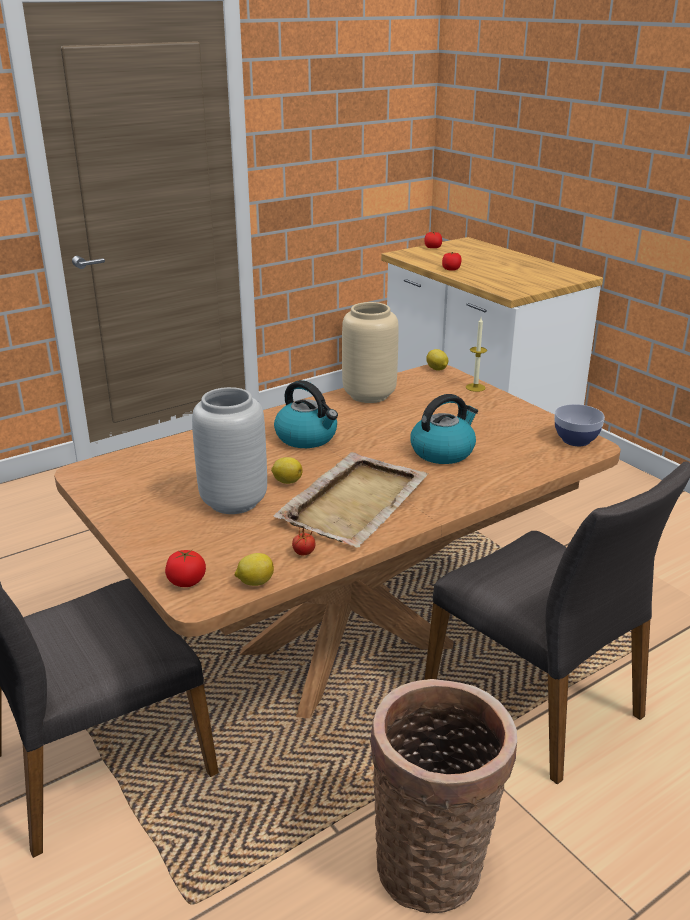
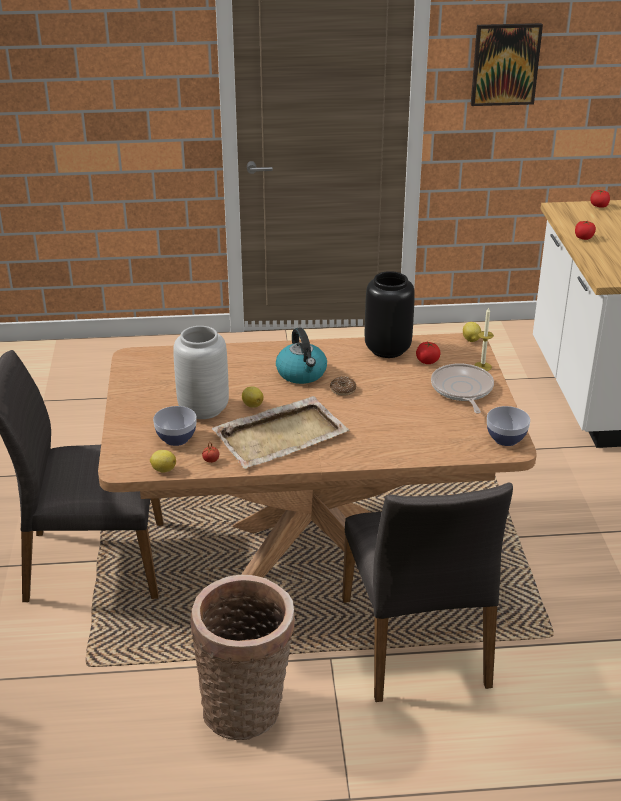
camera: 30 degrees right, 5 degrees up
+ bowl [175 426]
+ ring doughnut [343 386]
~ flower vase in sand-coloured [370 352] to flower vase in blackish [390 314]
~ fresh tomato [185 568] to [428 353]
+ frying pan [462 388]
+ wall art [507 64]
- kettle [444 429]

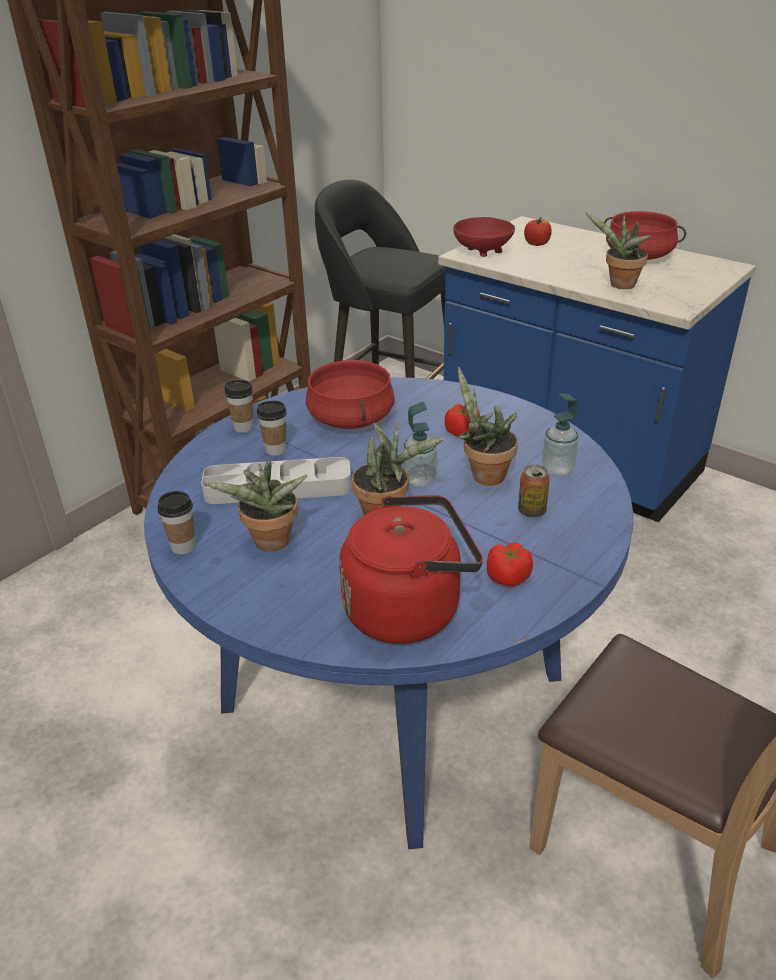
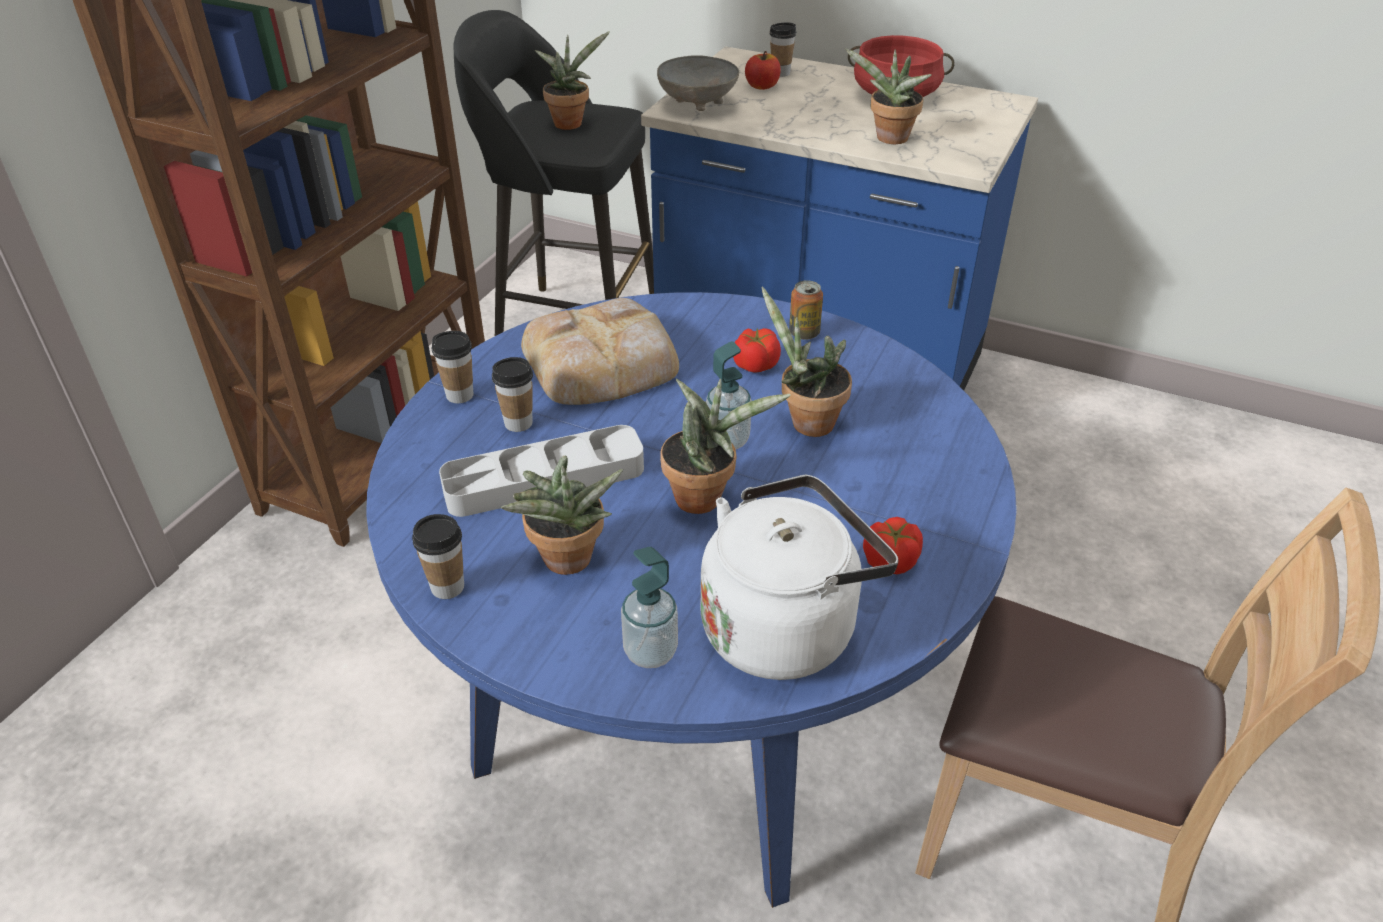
camera: 15 degrees left, 5 degrees up
~ cooking pot in red [350 394] to bakery bread [600 351]
+ plant in a pot [572 80]
~ soap dispenser [560 434] to [649 607]
~ bowl in red [484 237] to bowl in gray [698 83]
~ kettle in red [411 569] to kettle in white [799 577]
+ small cup [783 49]
~ metal can [534 490] to [806 310]

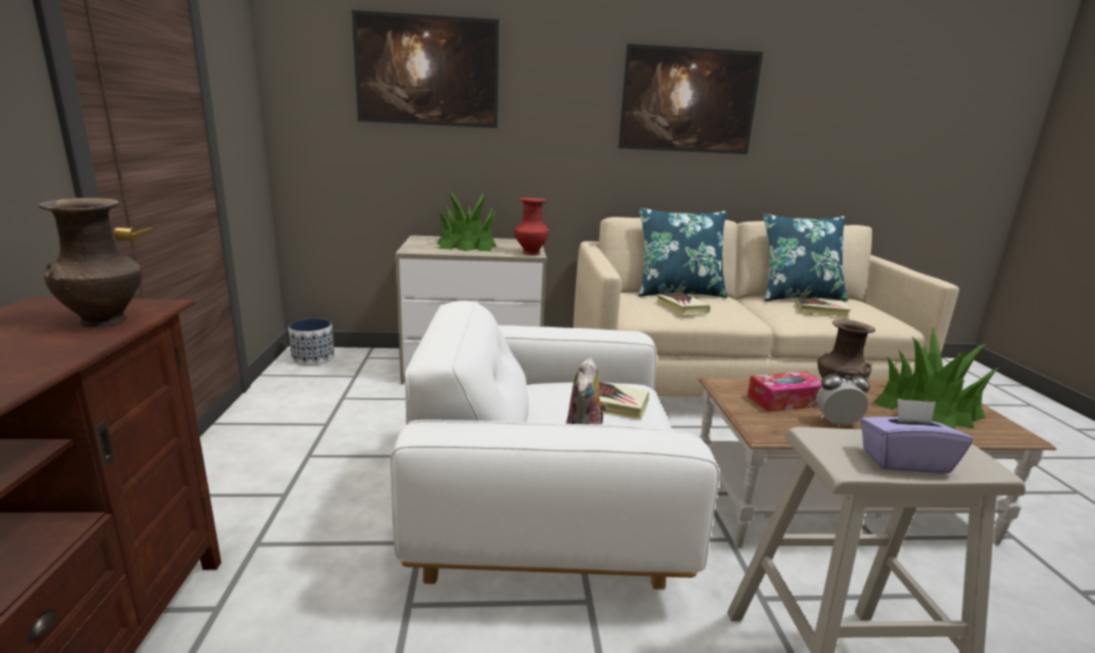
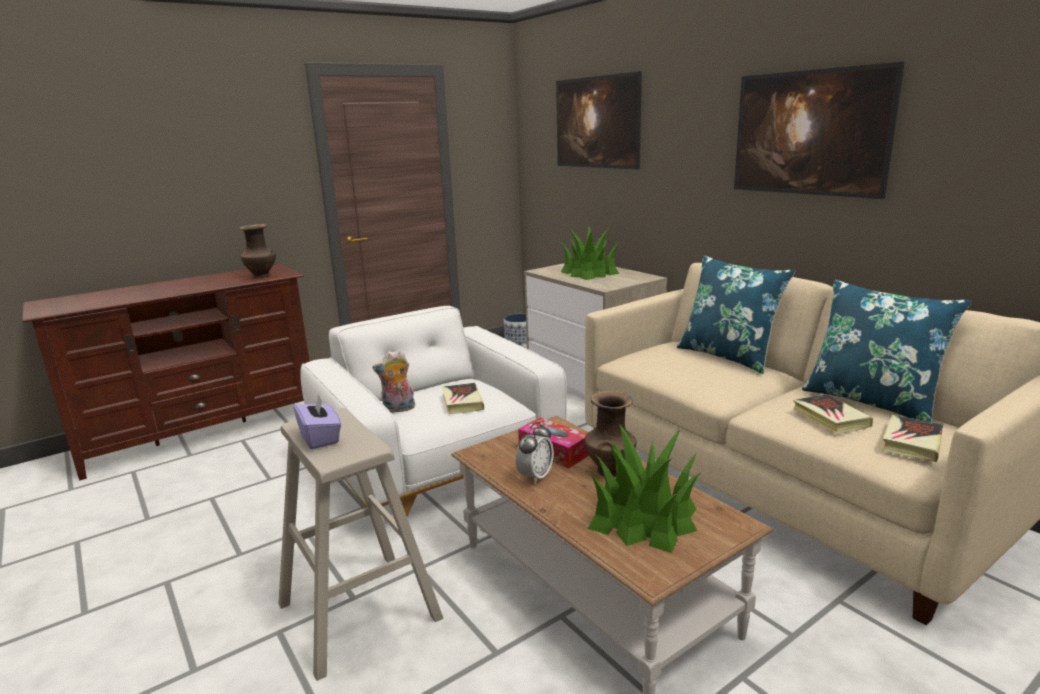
camera: 60 degrees right, 0 degrees up
~ table clock [843 397] = [535 453] 60 degrees clockwise
~ volume [683 303] to [912 438]
- flower vase in red [531 226]

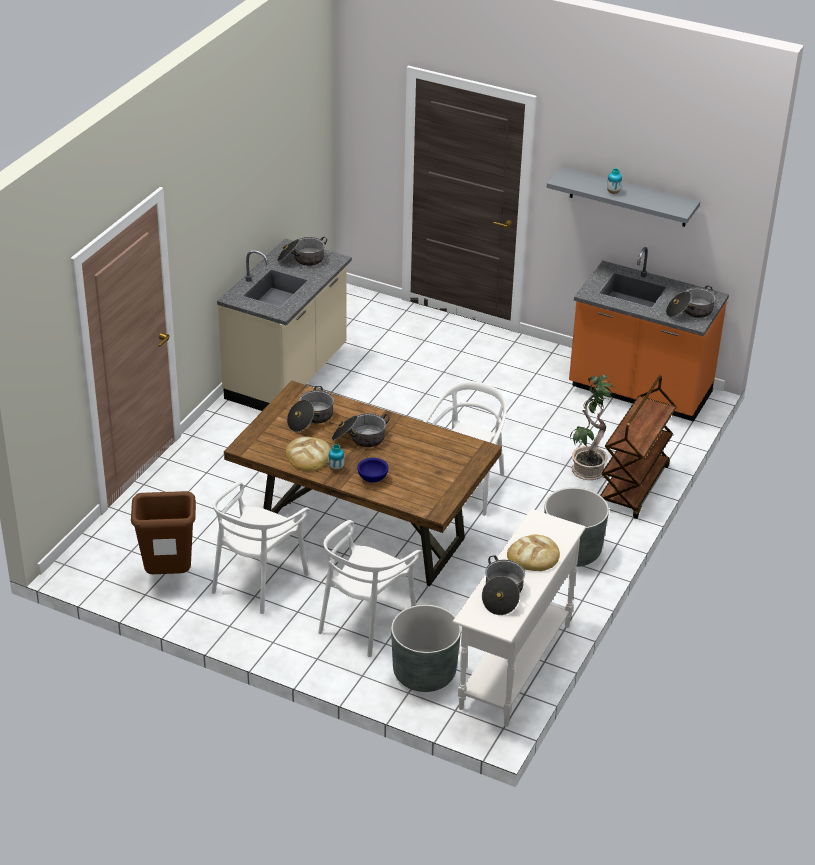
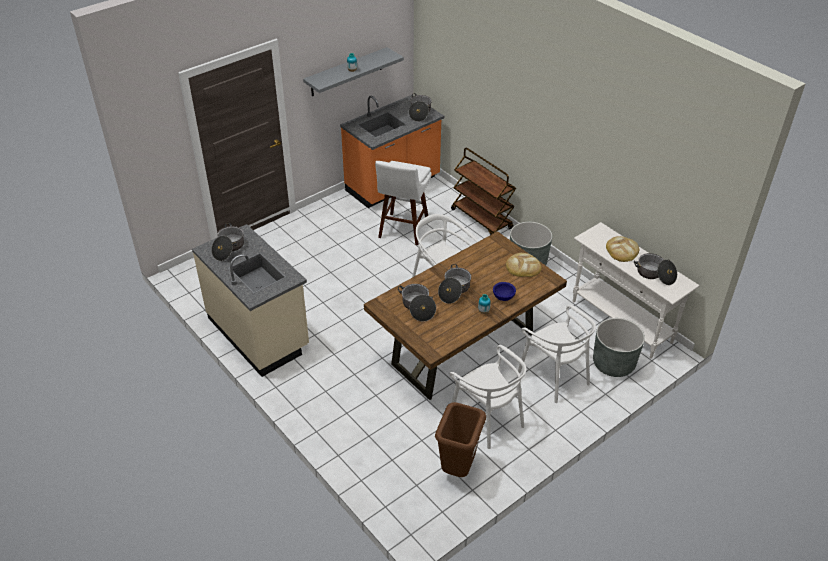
camera: 65 degrees left, 5 degrees up
+ sitting stool in white [403 203]
~ bakery bread [308 454] to [524 265]
- plant in a pot [592 427]

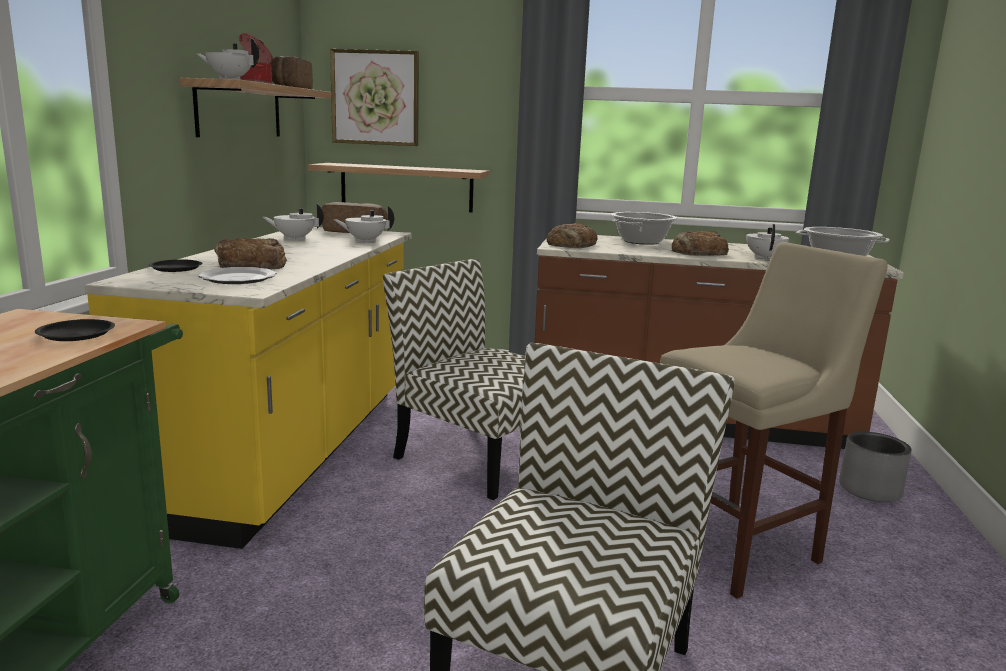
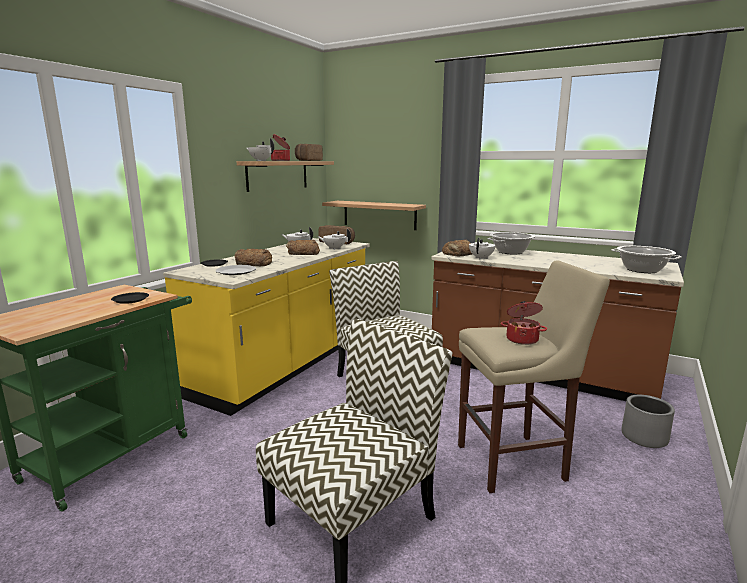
camera: 20 degrees right, 0 degrees up
~ bakery bread [700 243] to [303 247]
~ teapot in white [767 241] to [482 248]
+ cooking pot [524 323]
- wall art [374 97]

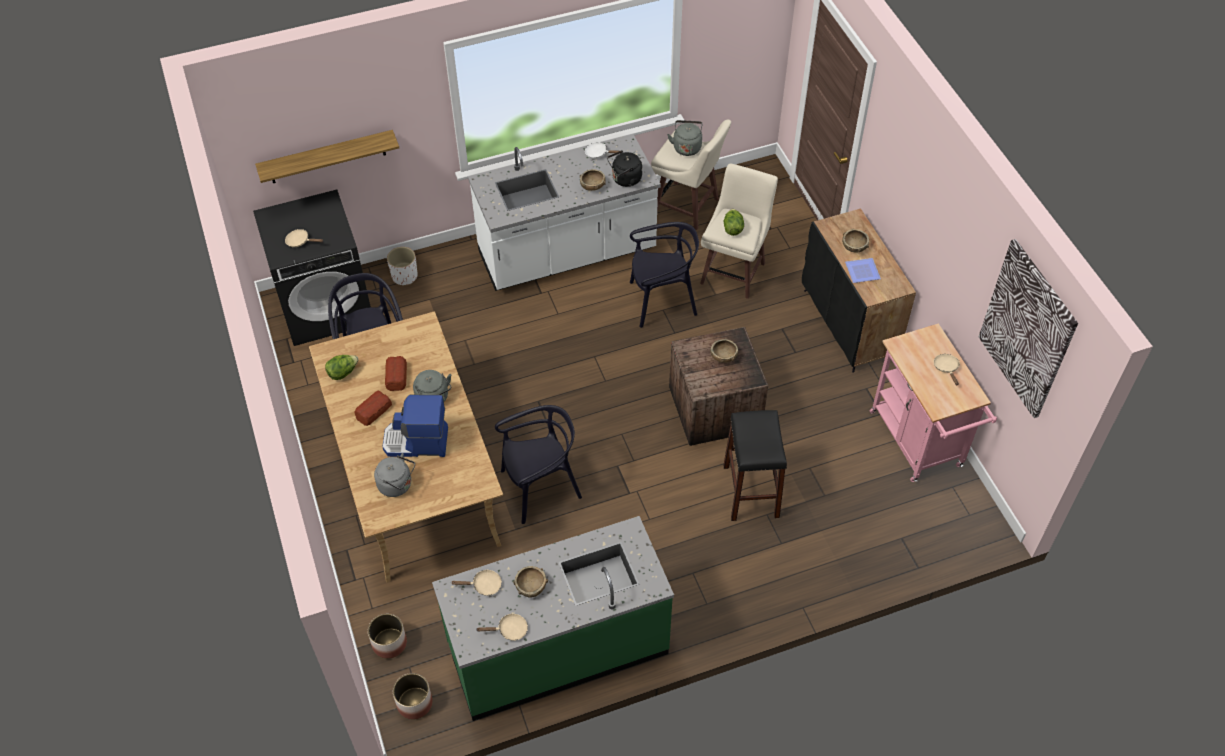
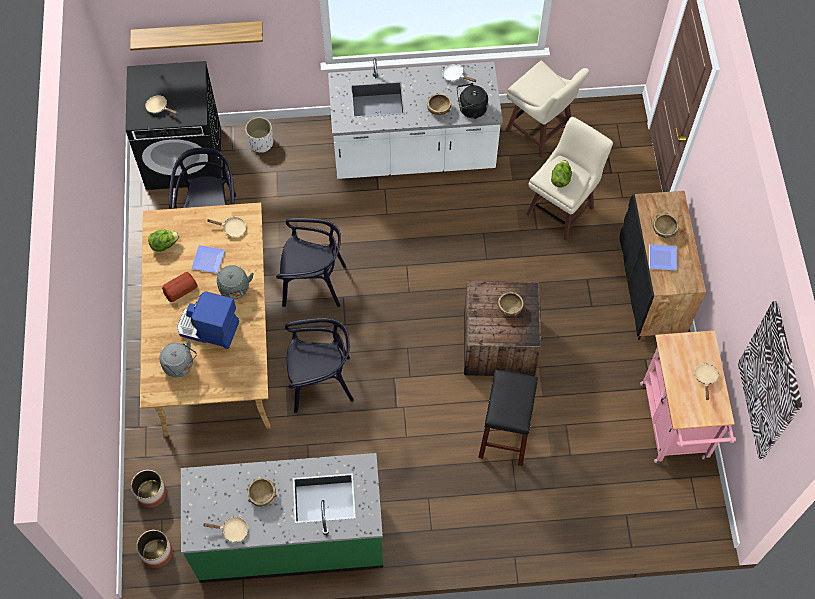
camera: 15 degrees right, 10 degrees up
~ bakery bread [396 373] to plate [208 259]
~ frying pan in sand-coloured [476 583] to [226 227]
~ chair in blackish [664 275] to [311 262]
- kettle in gray [685 138]

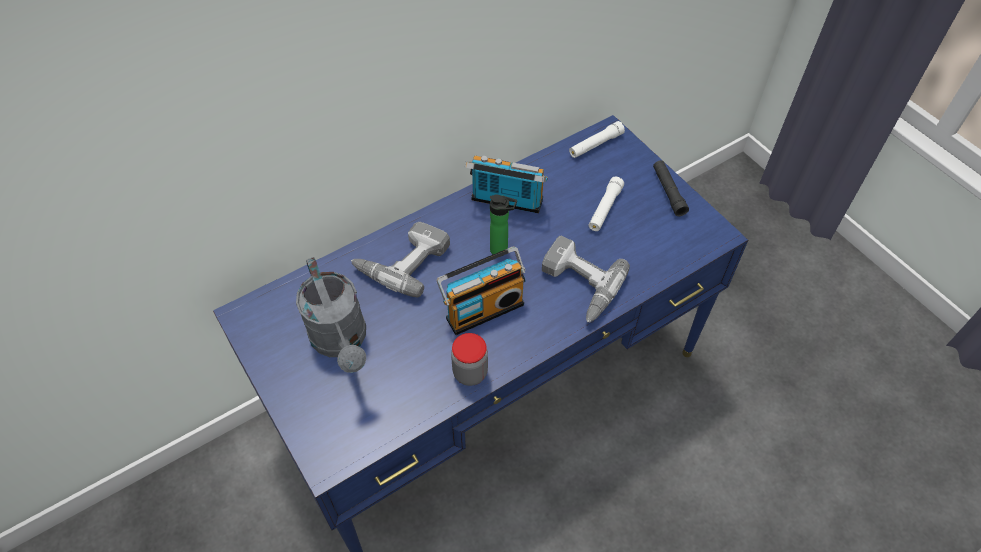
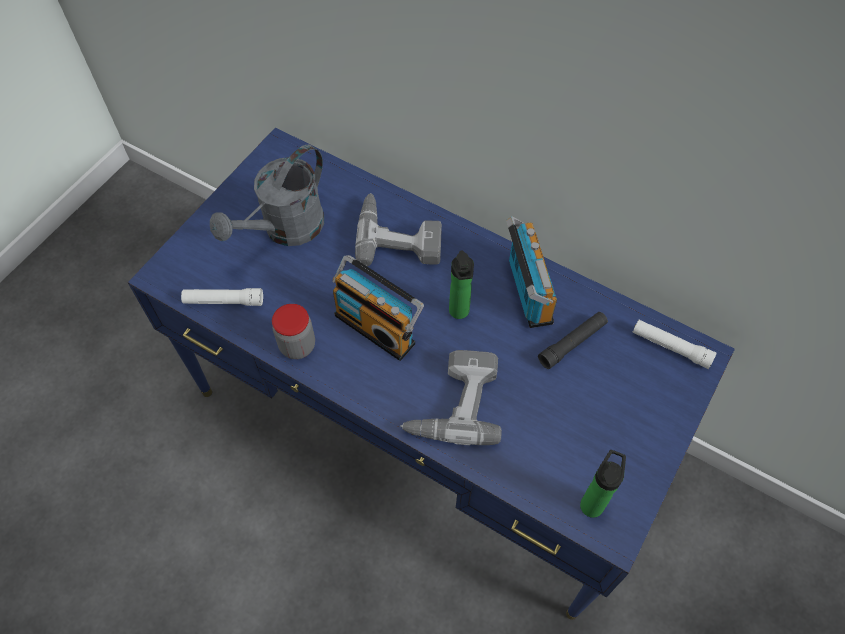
camera: 65 degrees right, 5 degrees up
~ torch in white [606 204] to [222 297]
~ torch in blackish [671 188] to [573 340]
+ beverage bottle [603 484]

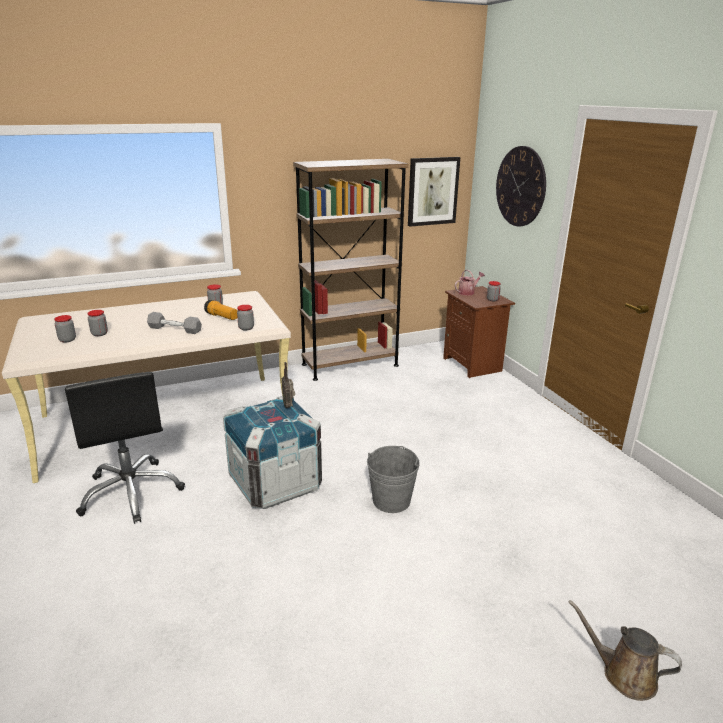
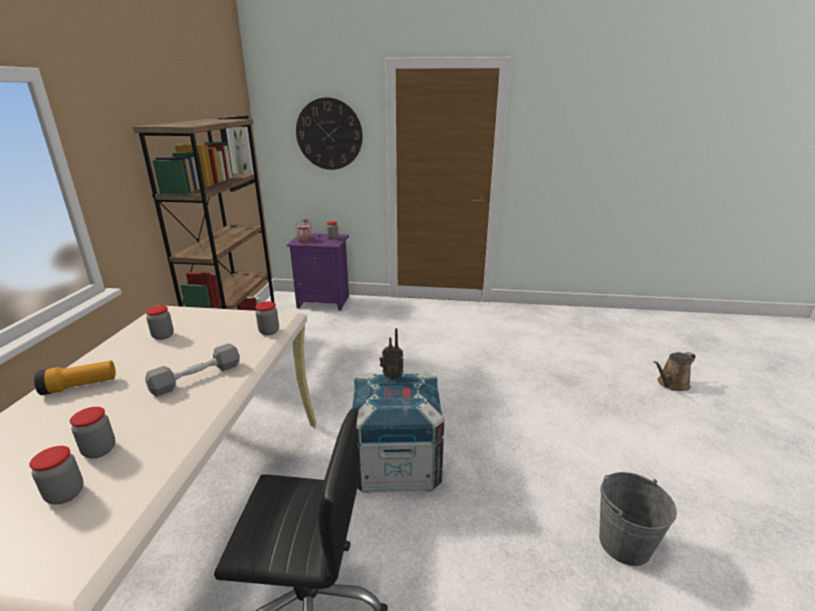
camera: 60 degrees left, 0 degrees up
~ torch [221 310] to [75 378]
~ bedside table in brown [479 332] to bedside table in purple [318 272]
~ pail in gray [393 479] to [638 519]

